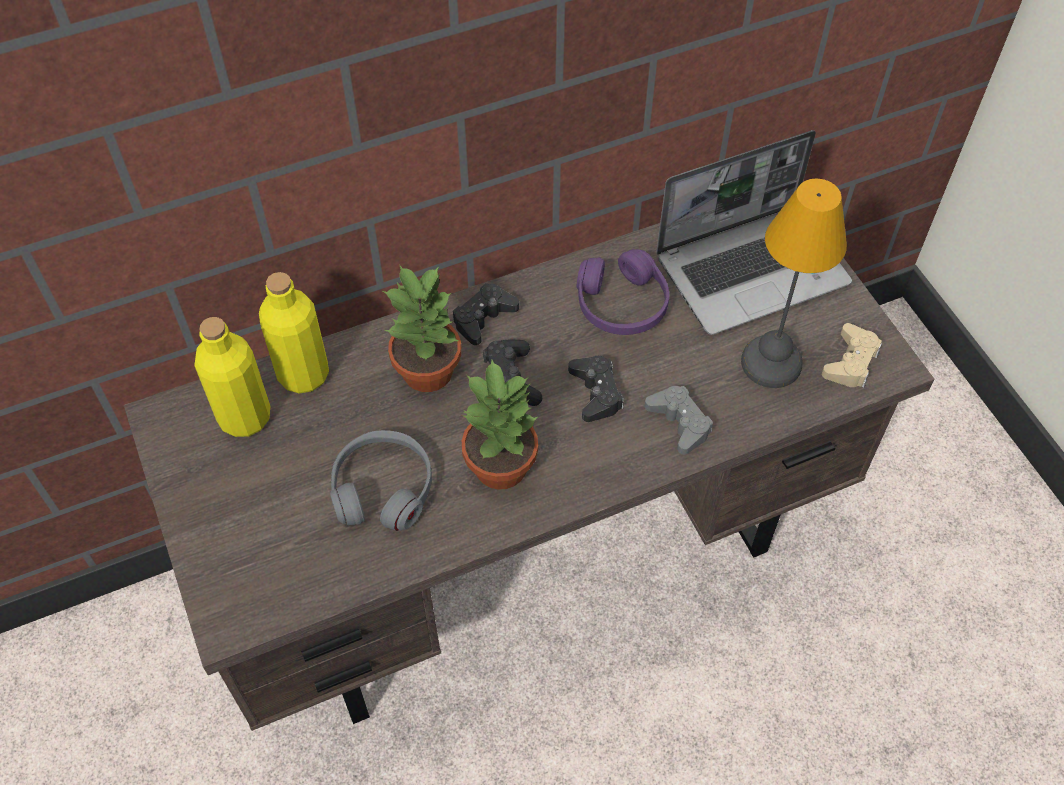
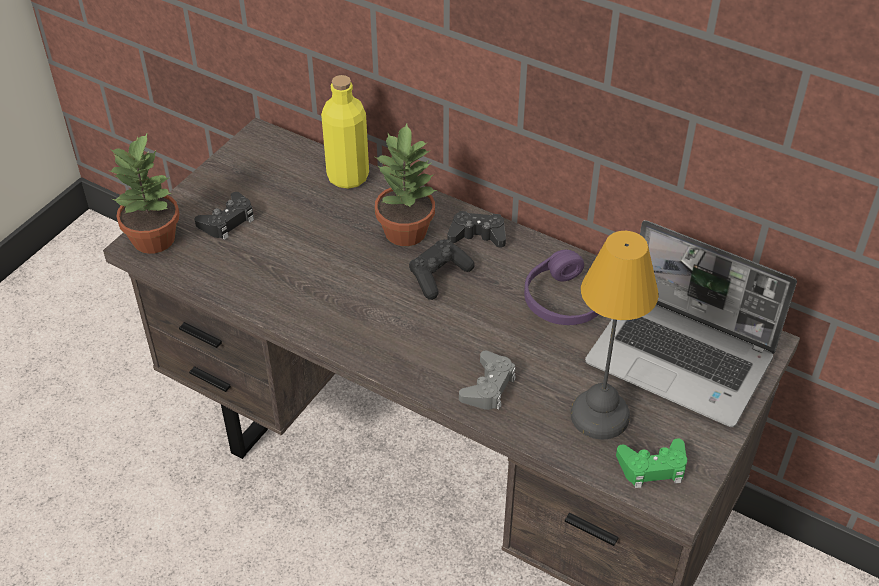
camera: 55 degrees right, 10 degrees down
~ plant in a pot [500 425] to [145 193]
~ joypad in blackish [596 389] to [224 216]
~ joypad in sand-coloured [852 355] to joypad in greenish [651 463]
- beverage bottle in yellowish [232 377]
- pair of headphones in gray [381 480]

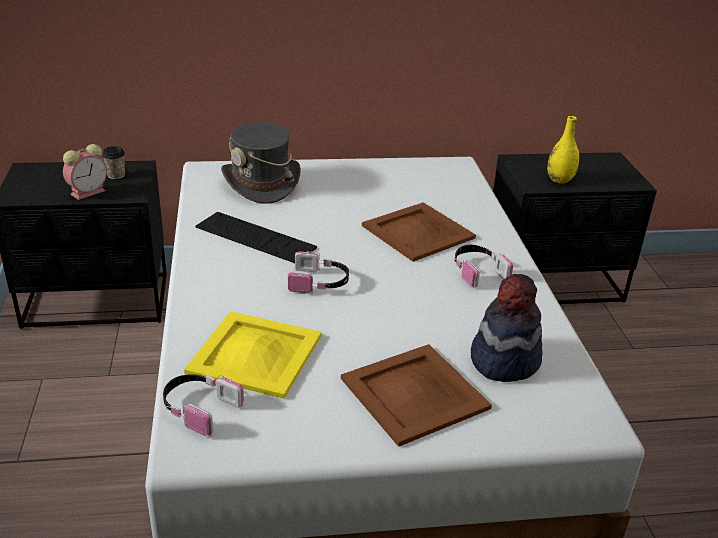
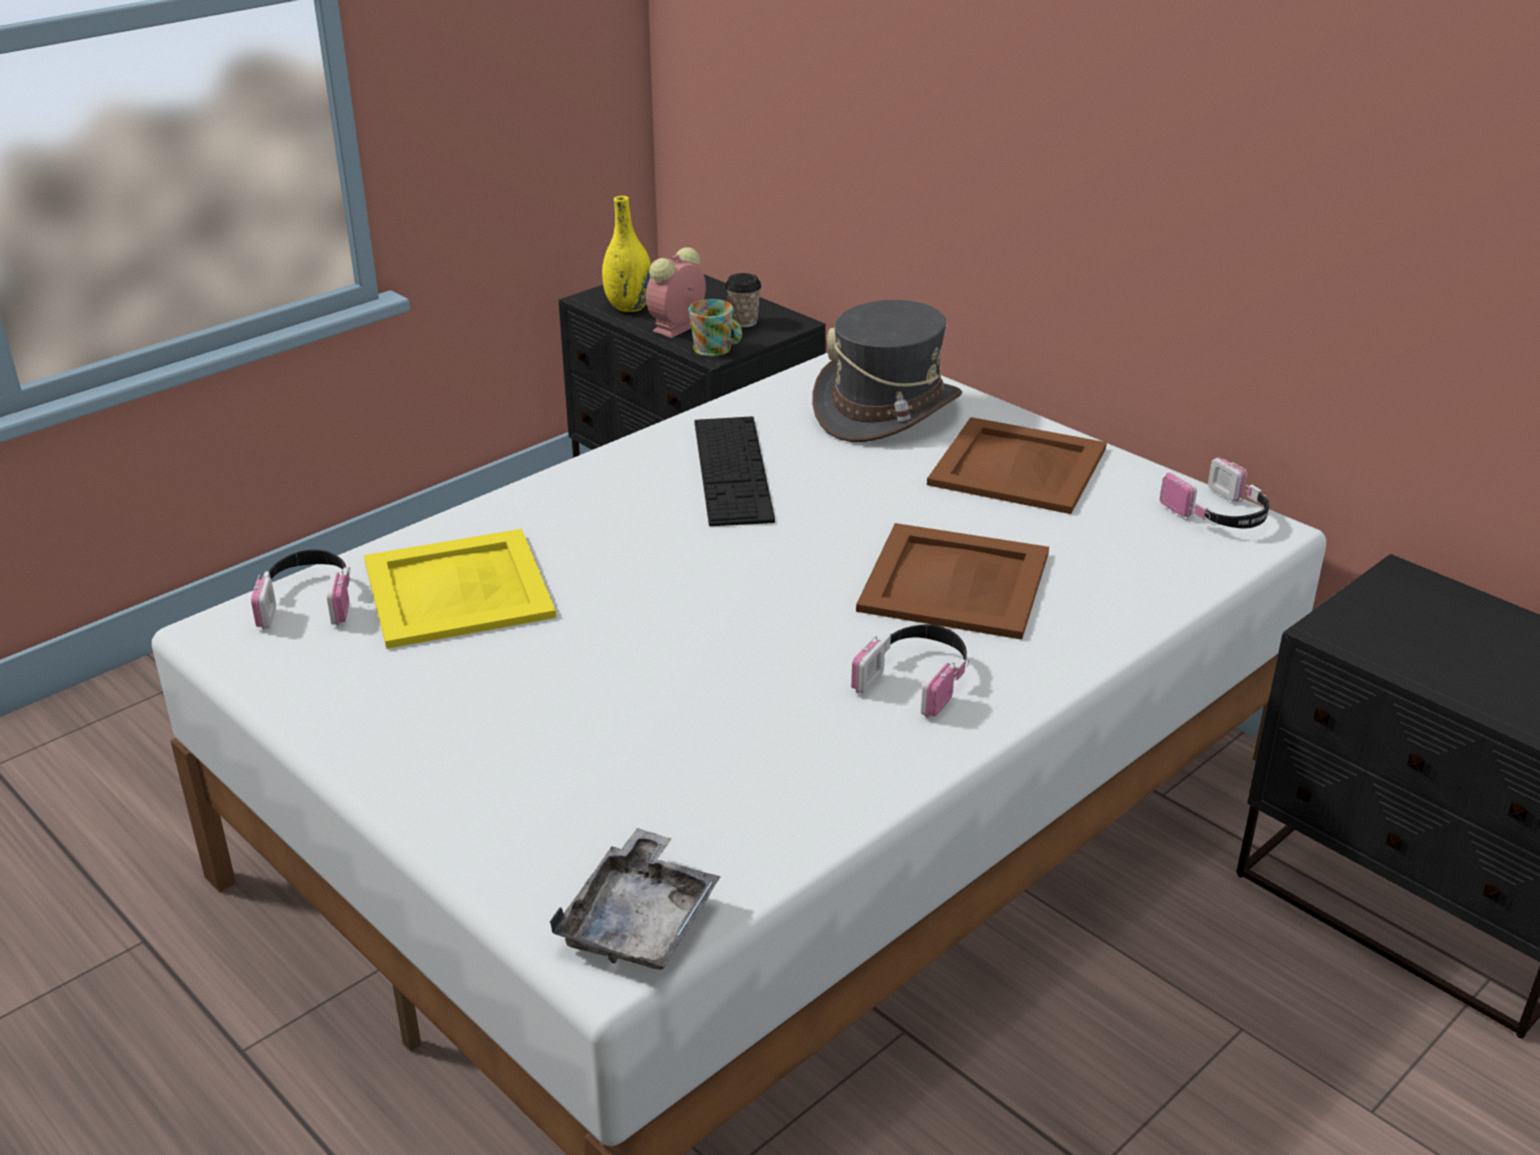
camera: 55 degrees right, 0 degrees up
+ tray in gray [635 899]
~ flower vase in yellowish [563 150] to [626 254]
~ table clock [85 172] = [676 292] 120 degrees clockwise
+ tea mug [715 328]
~ tray in brown [416 395] to [1017 465]
~ pair of headphones [318 272] to [1214 493]
- clothing hat [506 328]

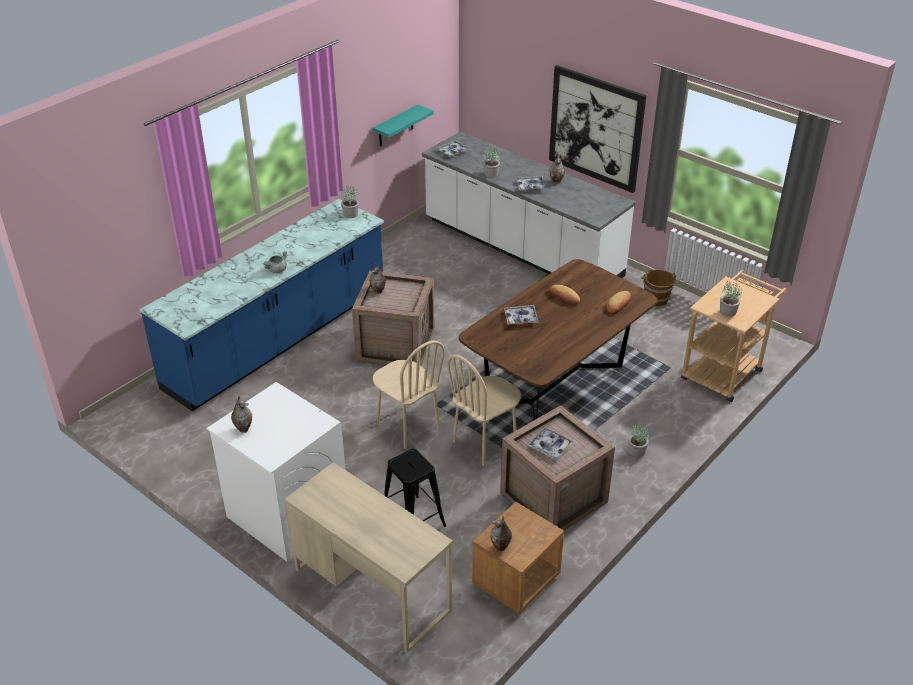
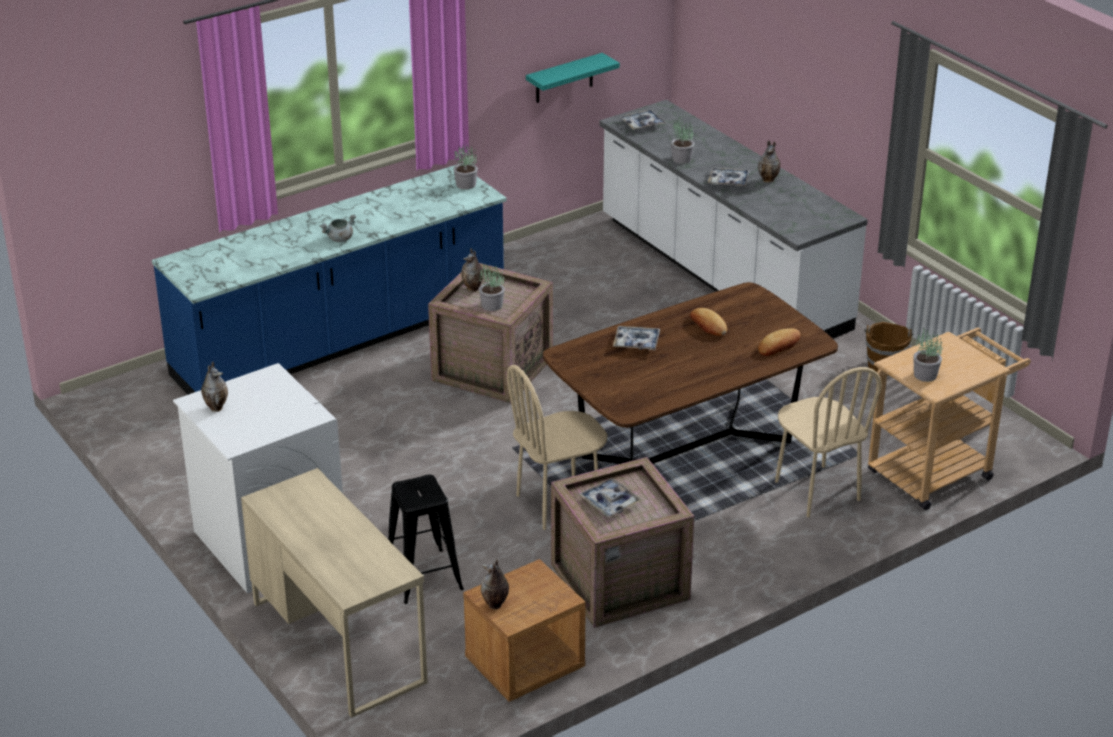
camera: 15 degrees right, 5 degrees down
~ plant in a pot [638 440] to [492 287]
~ chair in sand-coloured [409 395] to [828 442]
- wall art [597 129]

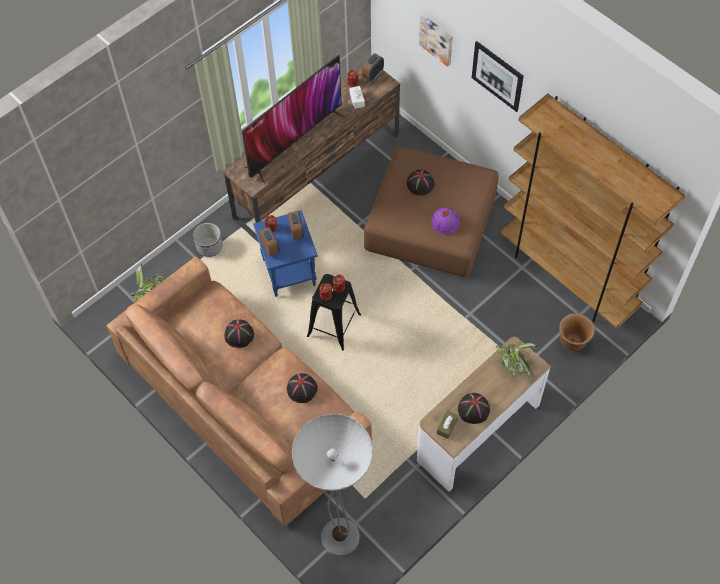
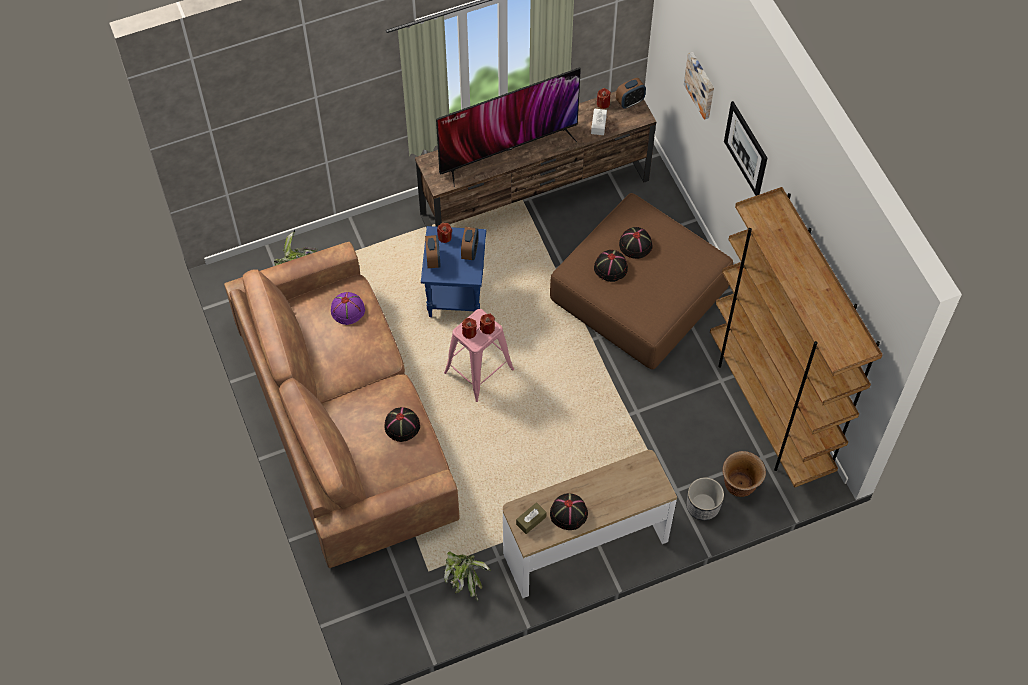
camera: 20 degrees right, 0 degrees up
~ clothing hat in purple [445 220] to [348 308]
~ plant in a pot [516 360] to [467 576]
~ sitting stool in blackish [334 312] to sitting stool in pinkish [479 355]
~ clothing hat in blackish [239 333] to [611 266]
~ flower pot [208 240] to [705 498]
- floor lamp [332 485]

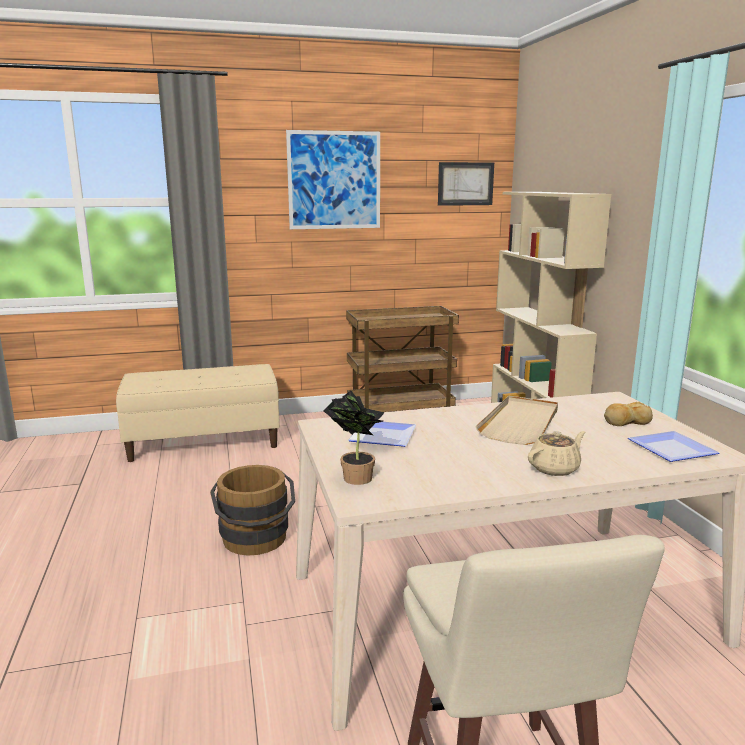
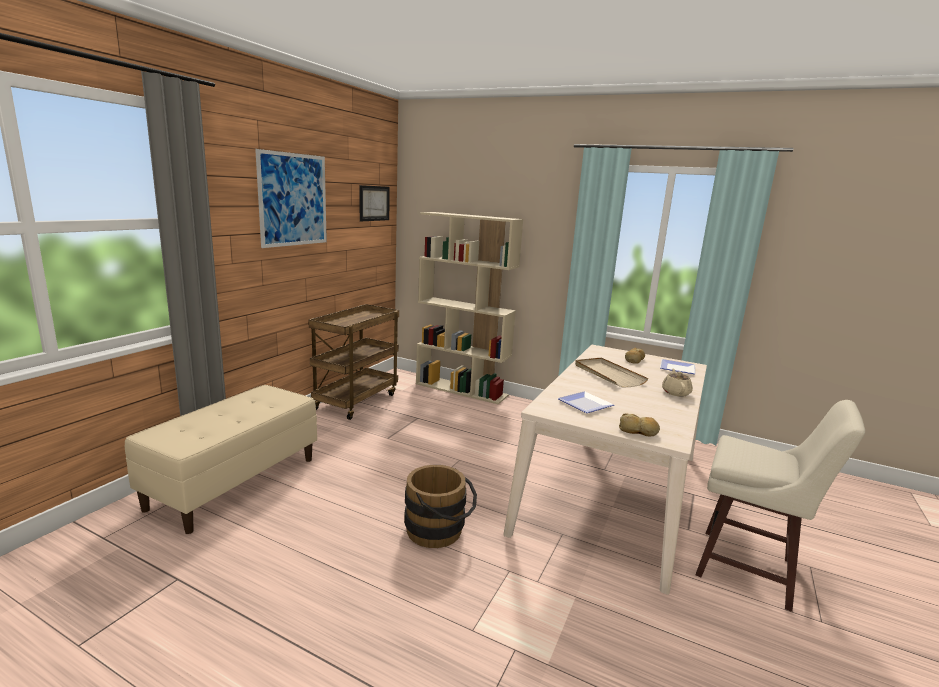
camera: 50 degrees left, 0 degrees up
~ plant in a pot [354 438] to bakery bread [639 425]

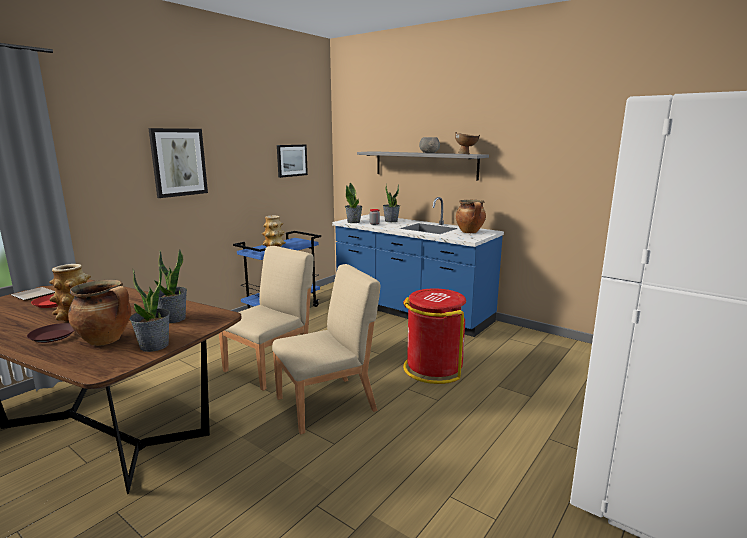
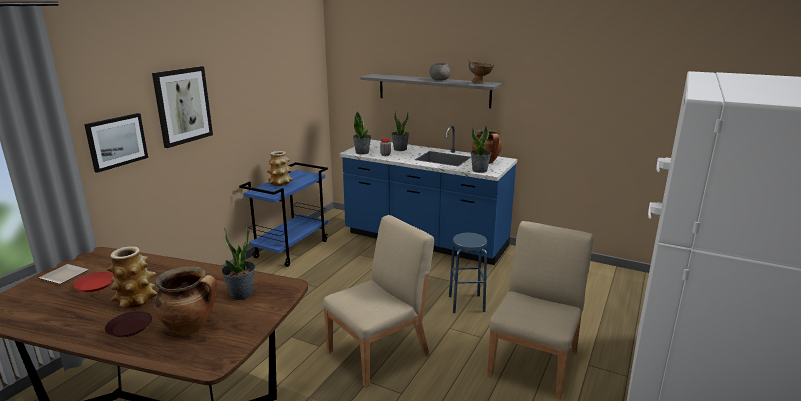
camera: 10 degrees left, 5 degrees up
~ wall art [292 161] to [116 143]
~ trash can in red [434 336] to sitting stool in blue [468 273]
~ plant in a pot [150 309] to [481 149]
~ chair in sand-coloured [266 318] to [540 310]

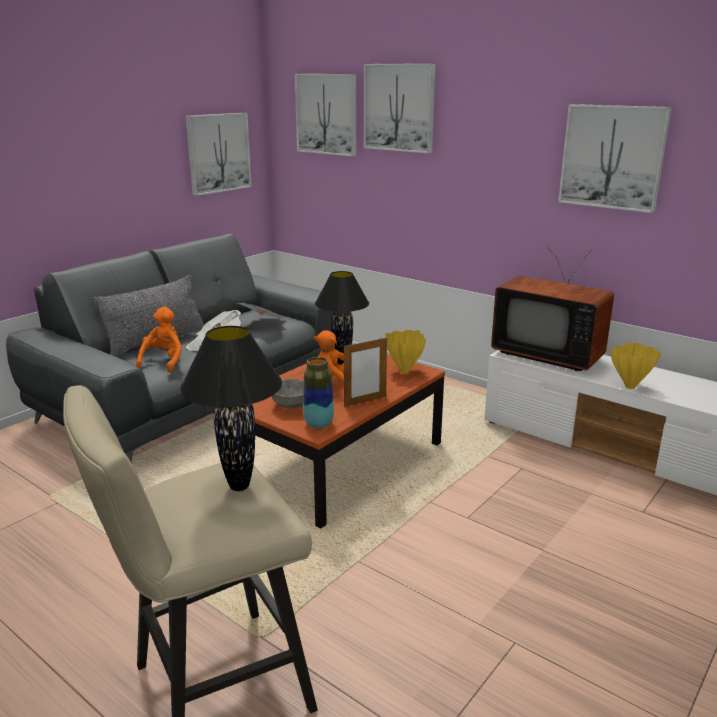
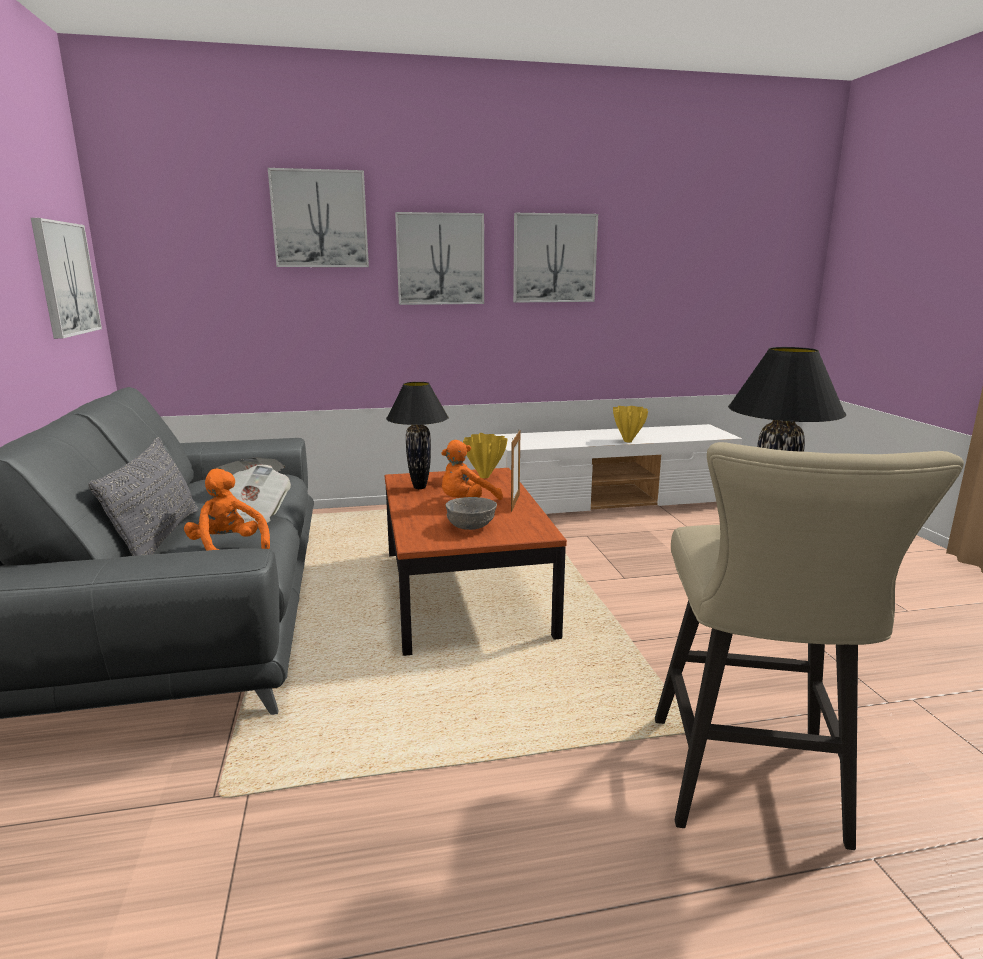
camera: 50 degrees left, 5 degrees down
~ wall art [325 115] to [439 258]
- flower vase [318 393]
- TV set [552 308]

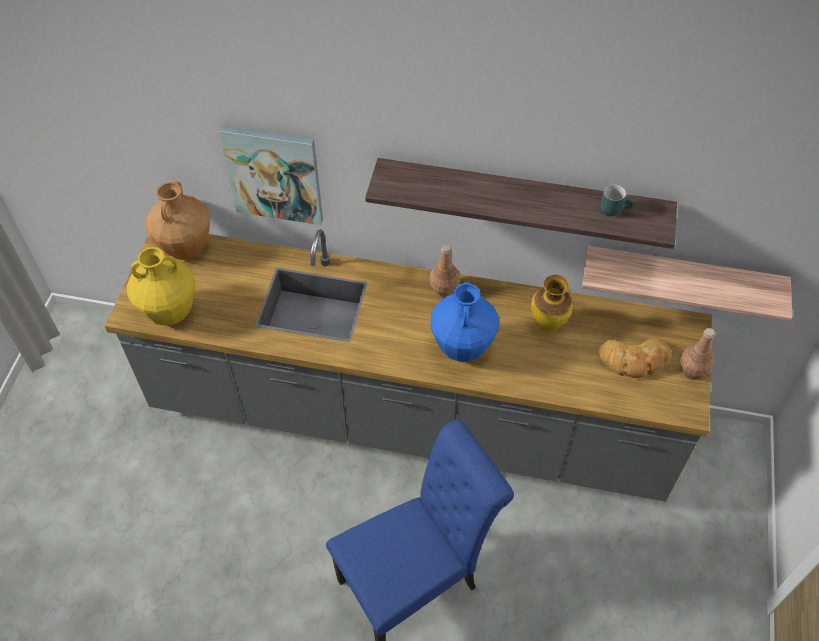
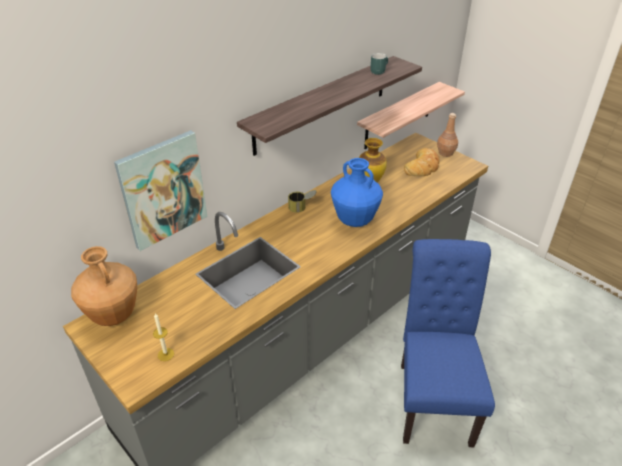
camera: 55 degrees left, 15 degrees down
~ flower vase in yellowish [161 286] to wax candle [163 337]
~ beverage bottle in brown [444 271] to metal can [302 201]

